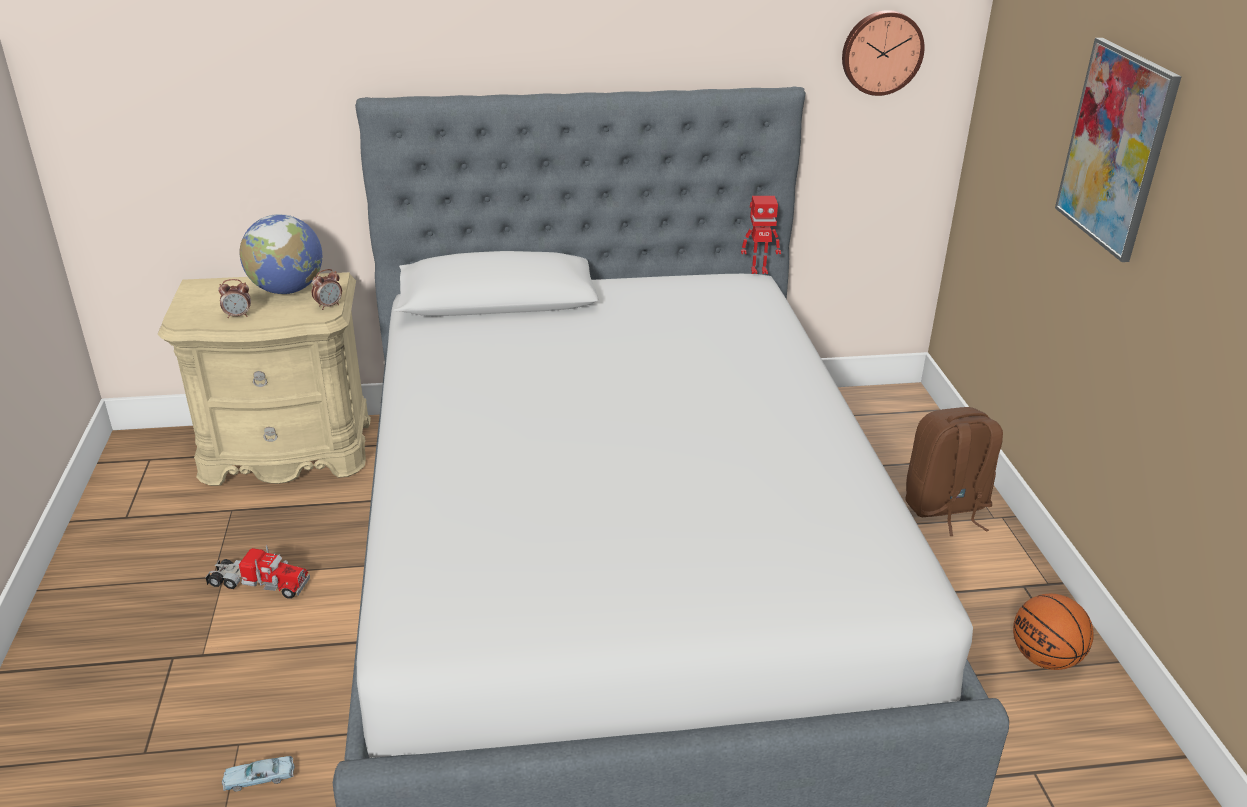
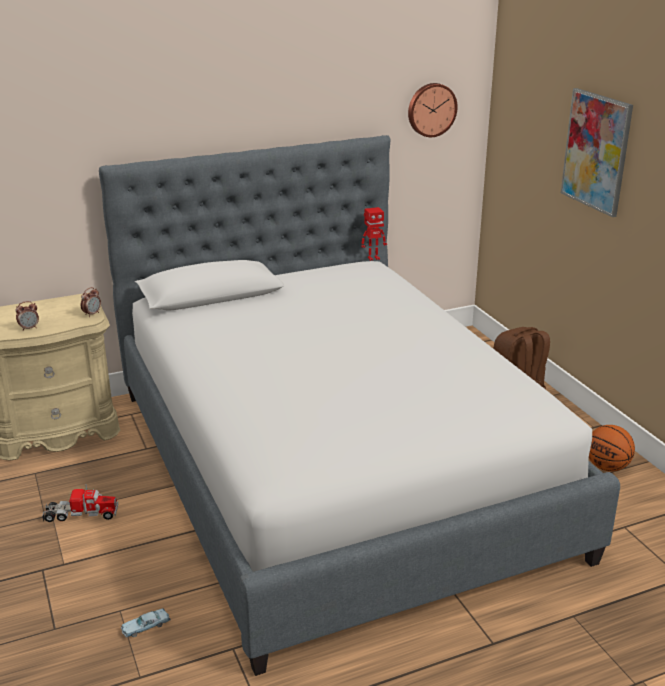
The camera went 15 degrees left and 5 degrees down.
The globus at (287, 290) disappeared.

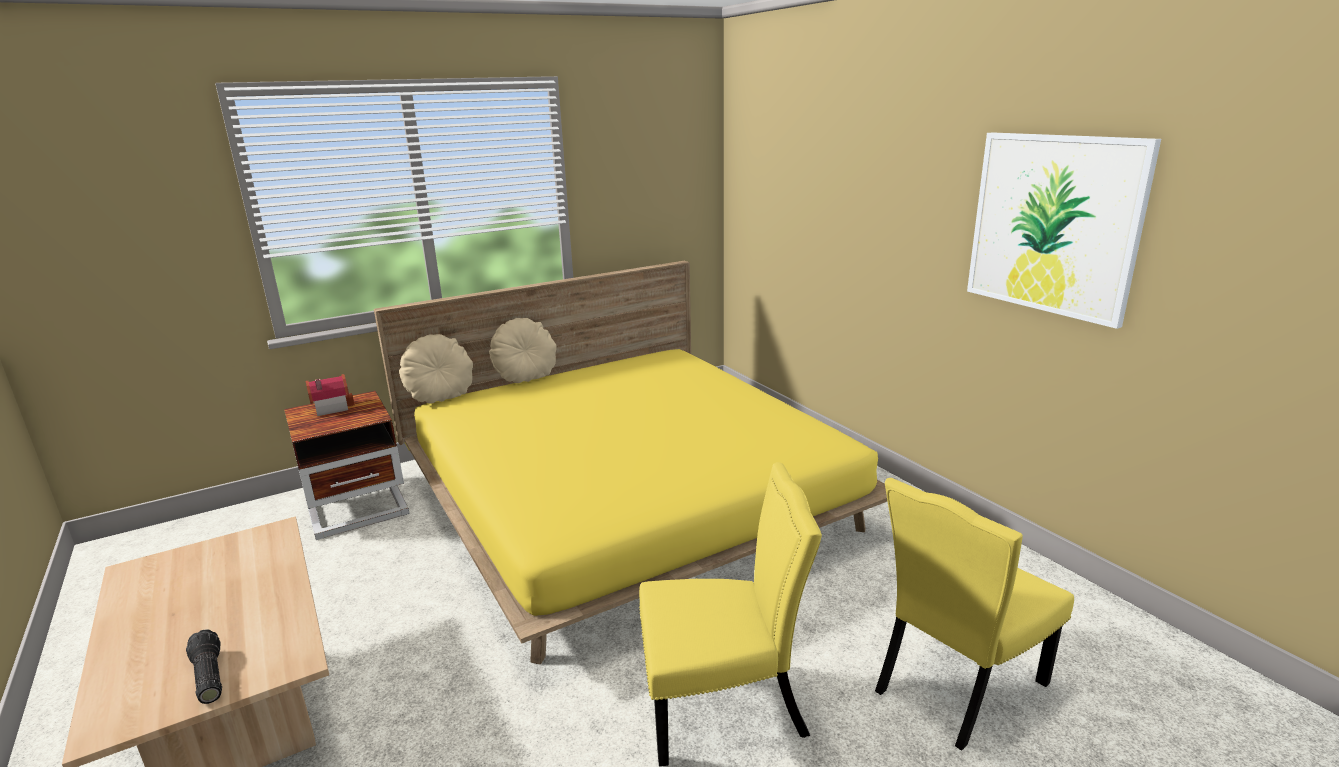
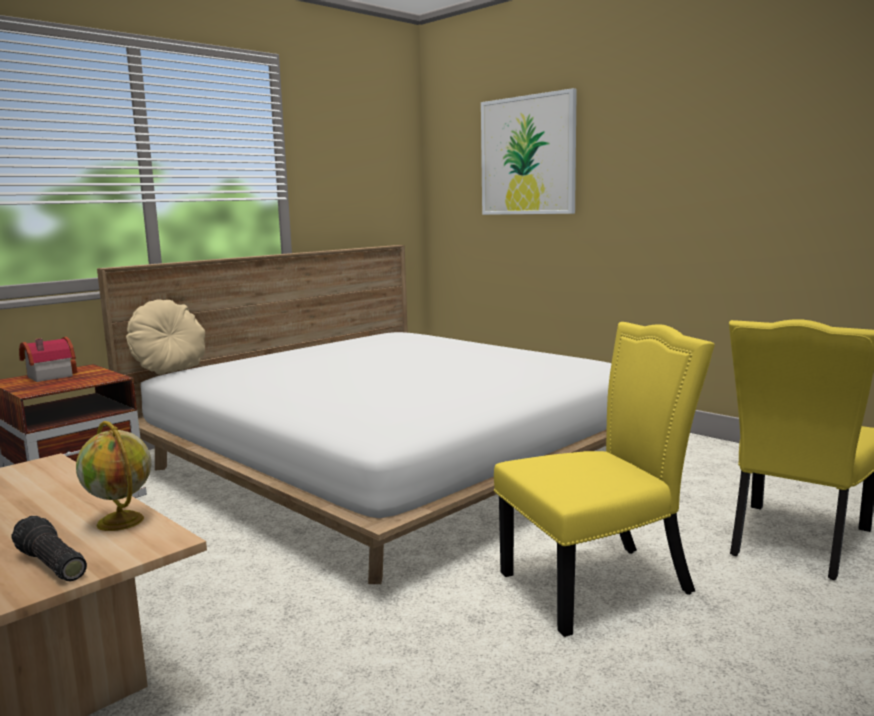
The camera went 15 degrees left and 10 degrees down.
The łóżko (żółty) at (630, 502) became the łóżko (biały) at (394, 462).
The poduszka (beżowy) at (526, 378) disappeared.
The obraz moved from (1053, 224) to (528, 156).
The globus at (121, 522) appeared.

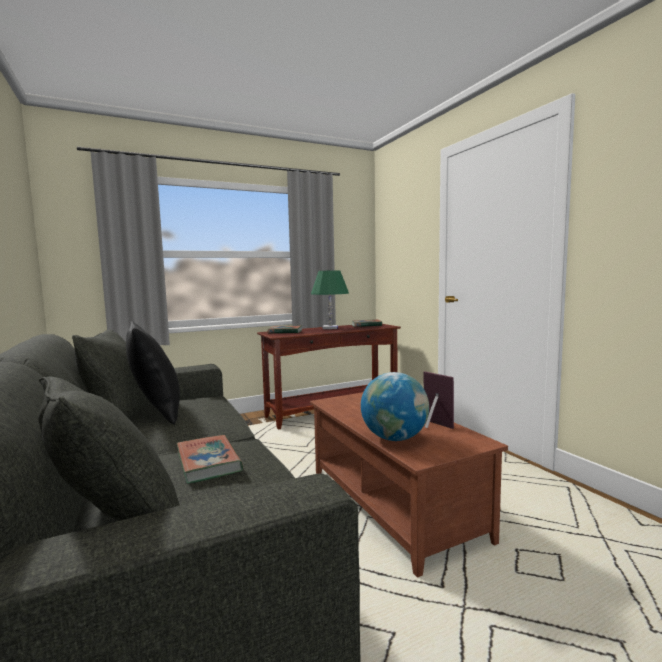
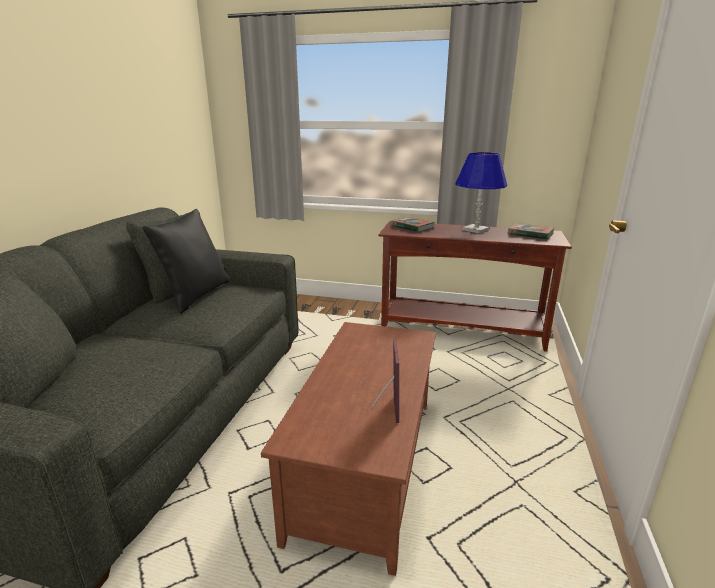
The camera went 40 degrees right and 15 degrees up.
The książka at (208, 462) disappeared.
The lampa stołowa (zielony) at (330, 328) became the lampa stołowa (niebieski) at (476, 230).
The globus at (394, 438) disappeared.

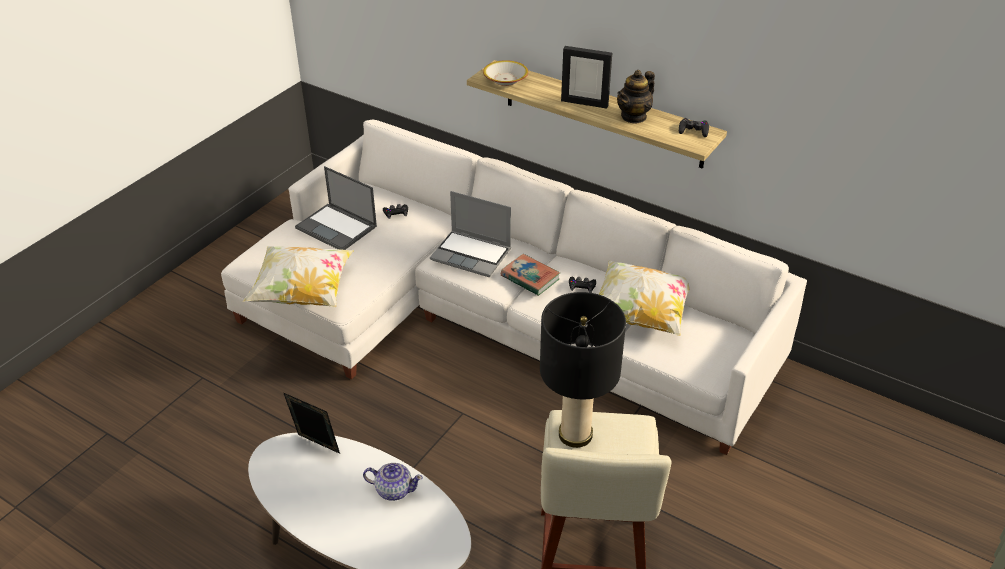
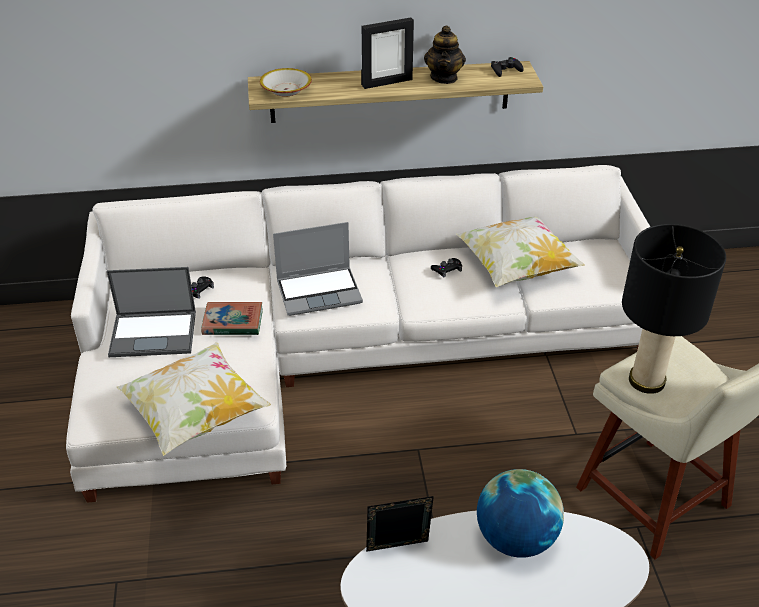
The camera went 40 degrees left and 0 degrees up.
The imbryk at (393, 490) was replaced by the globus at (515, 539).
The książka moved from (530, 278) to (233, 322).

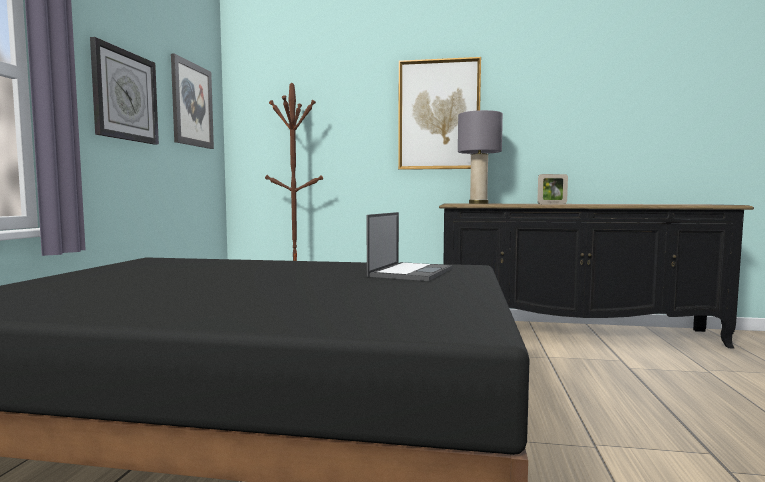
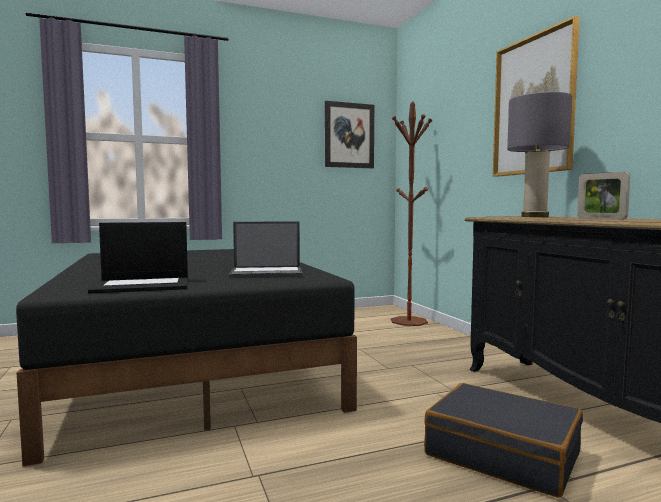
The camera went 60 degrees right and 0 degrees up.
The zegar ścienny at (125, 96) disappeared.
The laptop at (144, 285) appeared.
The walizka (czarny) at (502, 454) appeared.

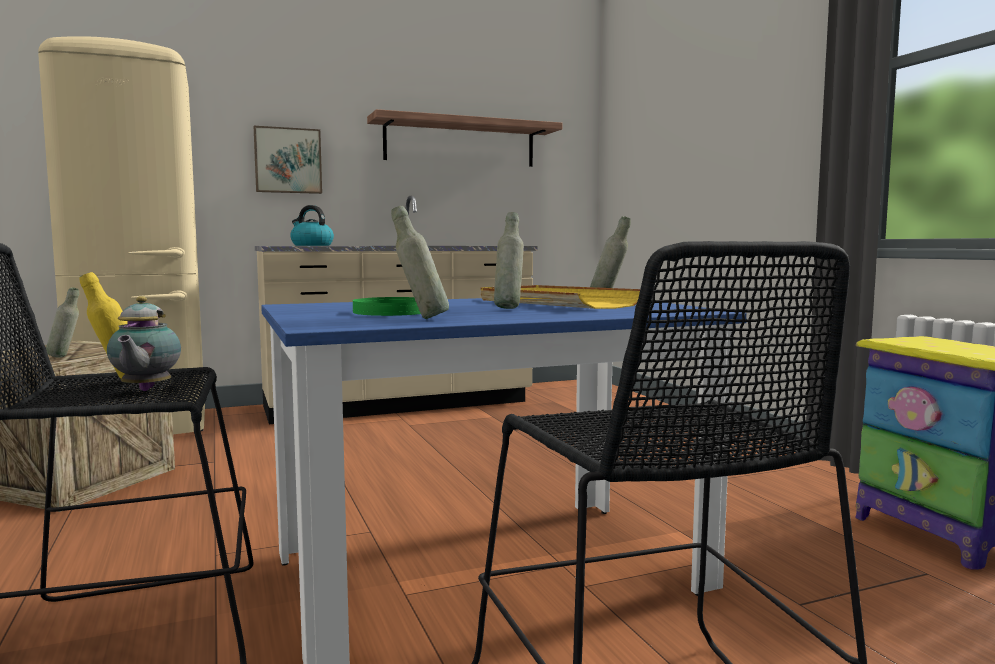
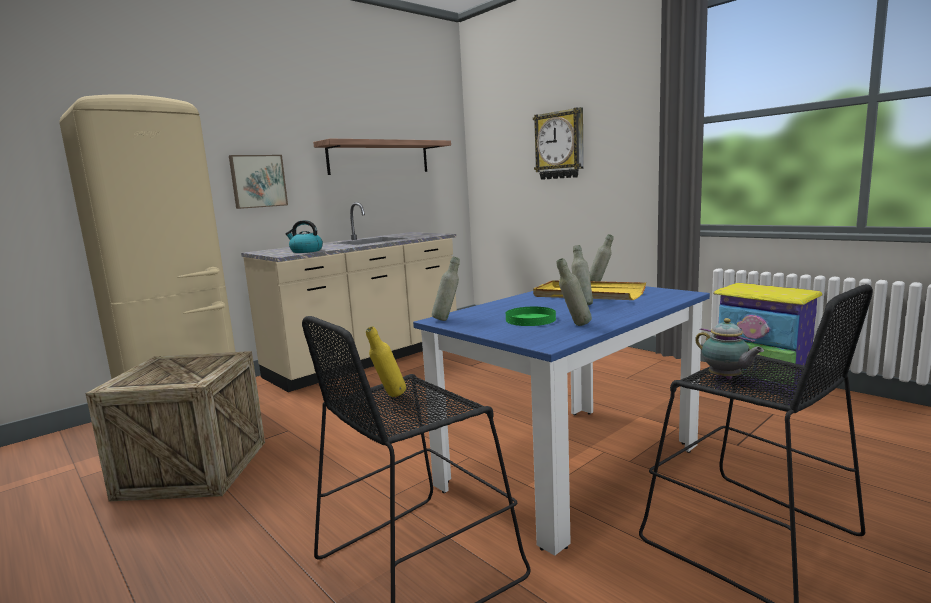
The camera went 20 degrees left and 5 degrees up.
The butelka (szary) moved from (65, 357) to (447, 319).
The imbryk moved from (145, 390) to (726, 378).
The zegar ścienny at (560, 145) appeared.

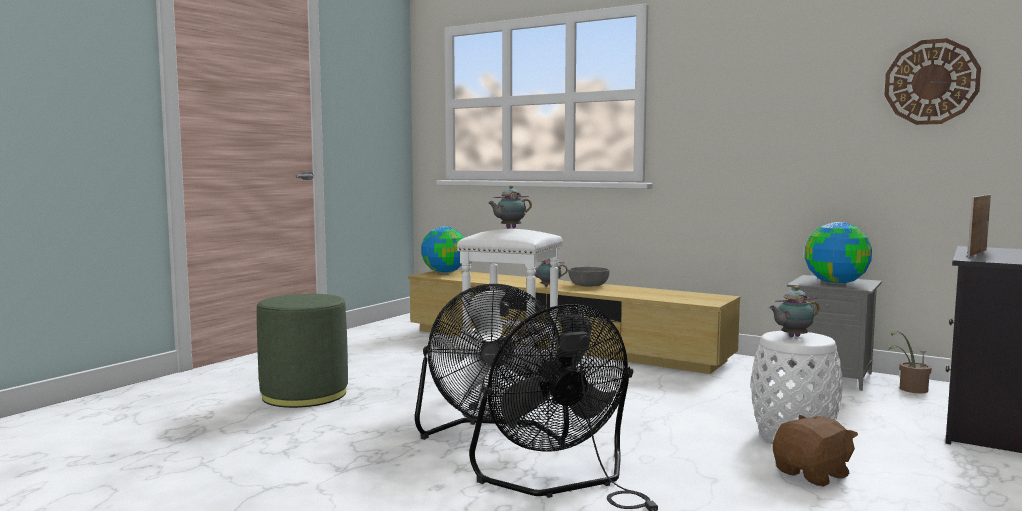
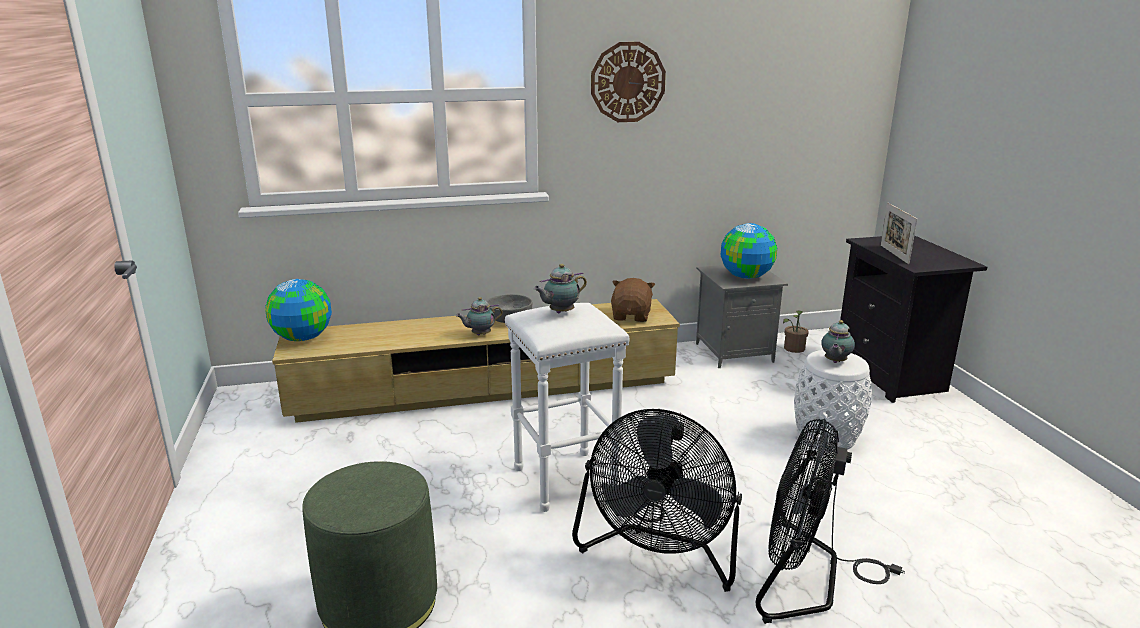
The camera went 45 degrees left and 15 degrees up.
The wentylator (czarny) at (491, 431) turned 60 degrees clockwise.
The imbryk at (509, 228) turned 45 degrees clockwise.
The pluszak (brązowy) moved from (813, 474) to (631, 316).
The zegar ścienny moved from (931, 82) to (627, 82).

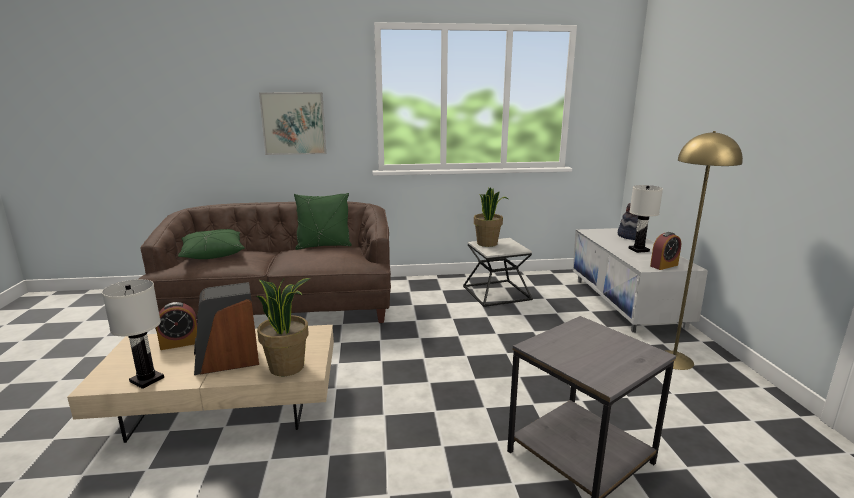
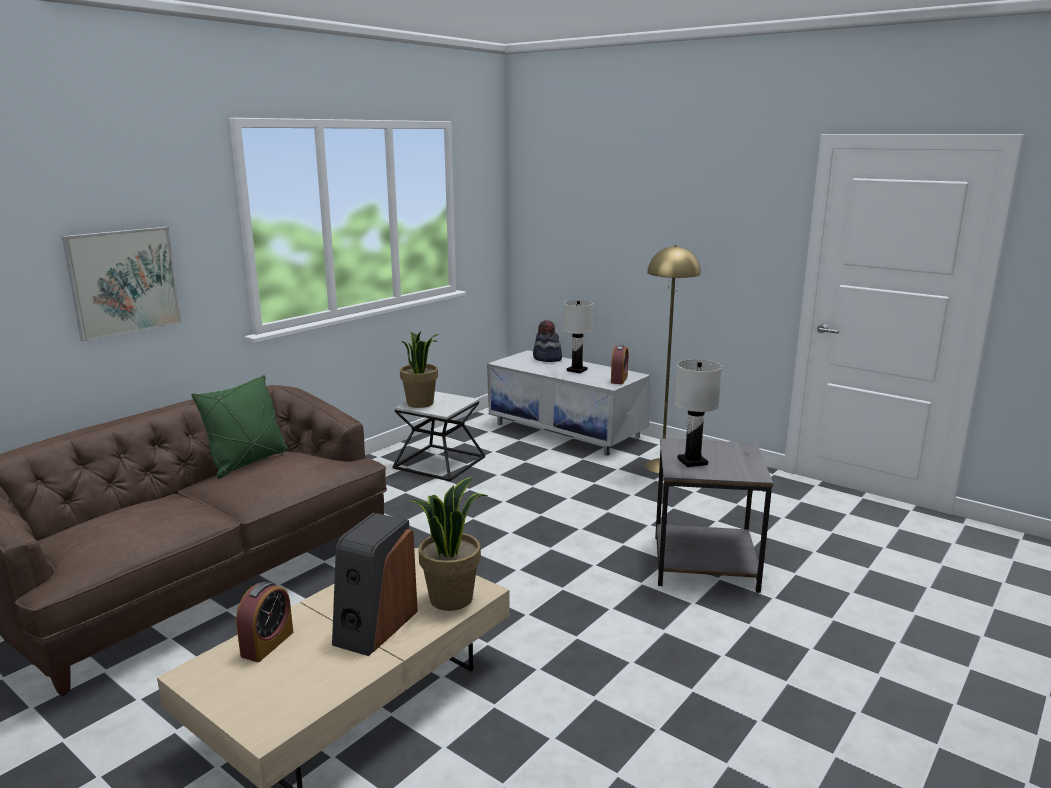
The camera went 45 degrees left and 0 degrees up.
The lampa stołowa (biały) moved from (147, 380) to (693, 462).
The poduszka (zielony) at (213, 254) disappeared.

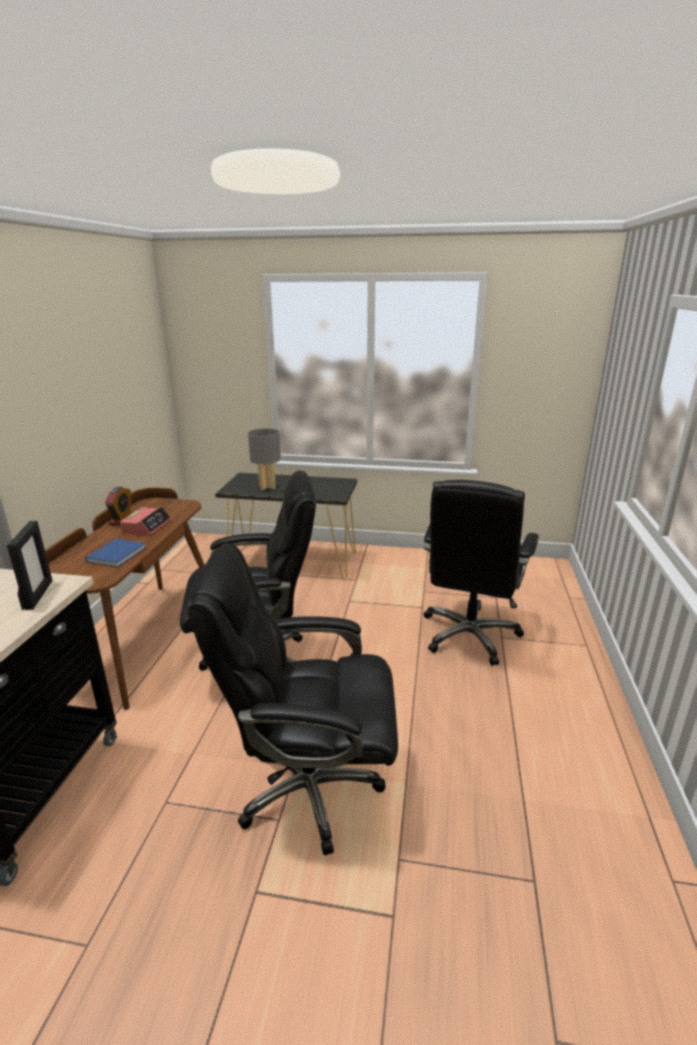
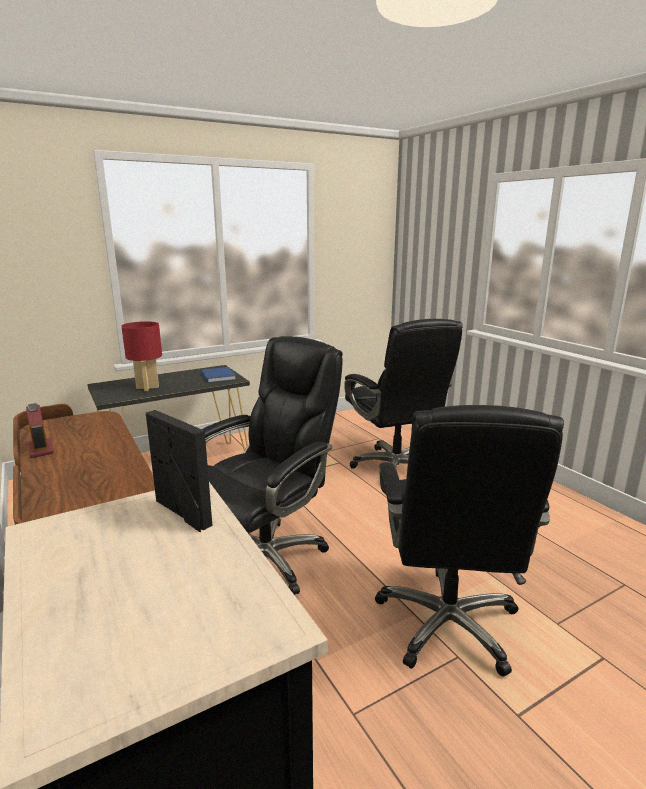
The camera went 40 degrees left and 5 degrees down.
The książka (niebieski) moved from (118, 554) to (218, 376).
The budzik at (147, 527) disappeared.
The krzesło biurowe (czarny) at (313, 788) turned 45 degrees counterclockwise.
The lampa stołowa (szary) at (267, 486) became the lampa stołowa (czerwony) at (147, 387).

